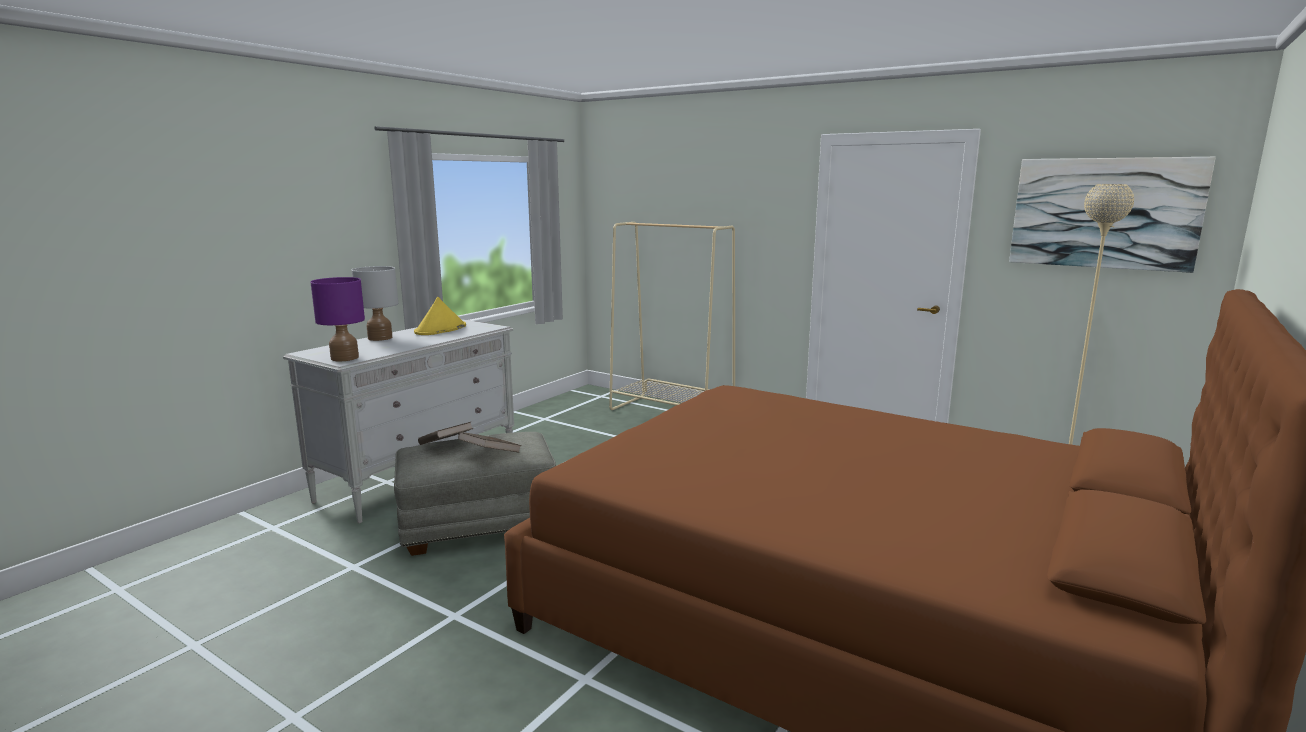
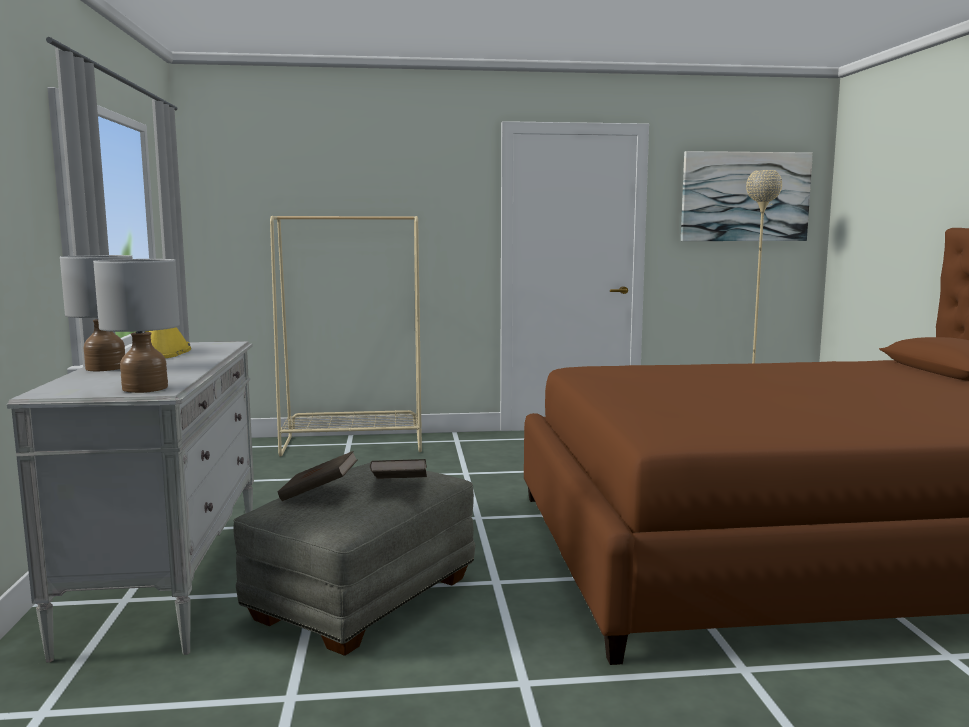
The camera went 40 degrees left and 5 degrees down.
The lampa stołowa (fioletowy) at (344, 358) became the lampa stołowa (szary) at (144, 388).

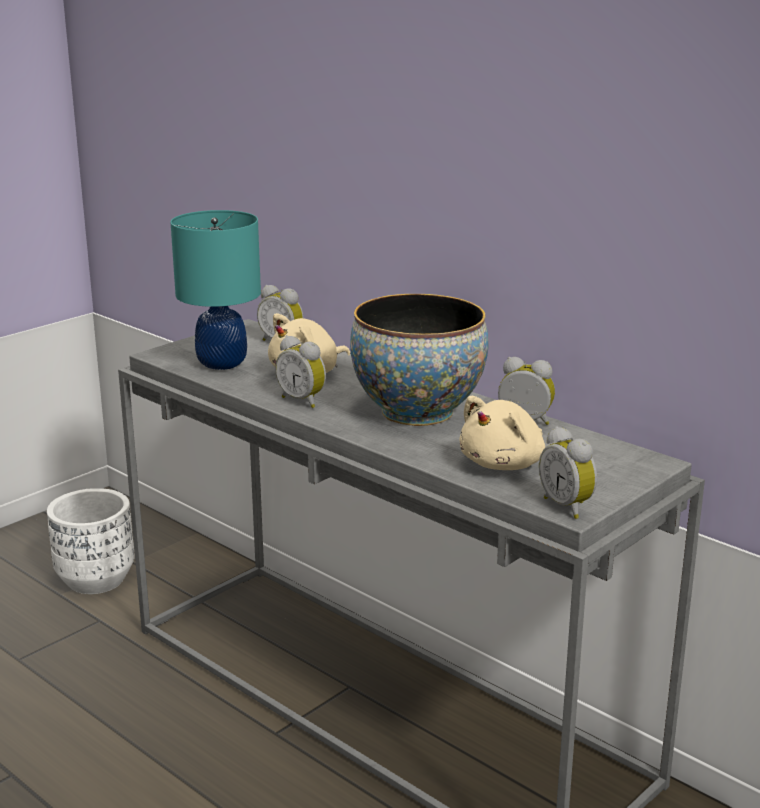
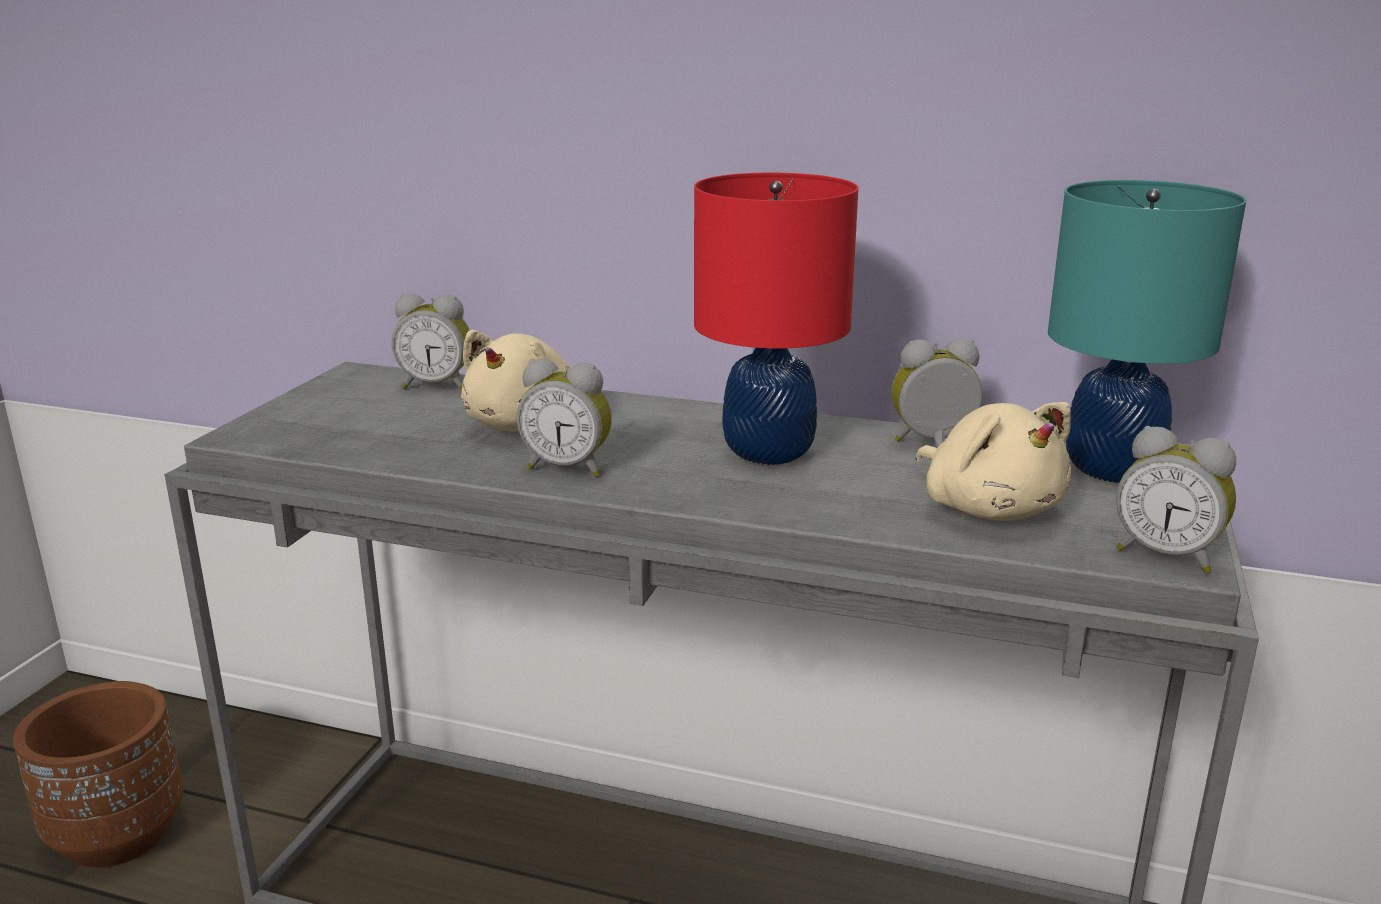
The camera went 25 degrees left and 0 degrees up.
The donica (biały) at (96, 580) became the donica (brązowy) at (119, 836).
The lampa stołowa (turkusowy) moved from (221, 365) to (1114, 473).
The miska at (417, 412) was replaced by the lampa stołowa (czerwony) at (764, 453).
The pluszak (beżowy) at (504, 464) turned 45 degrees counterclockwise.

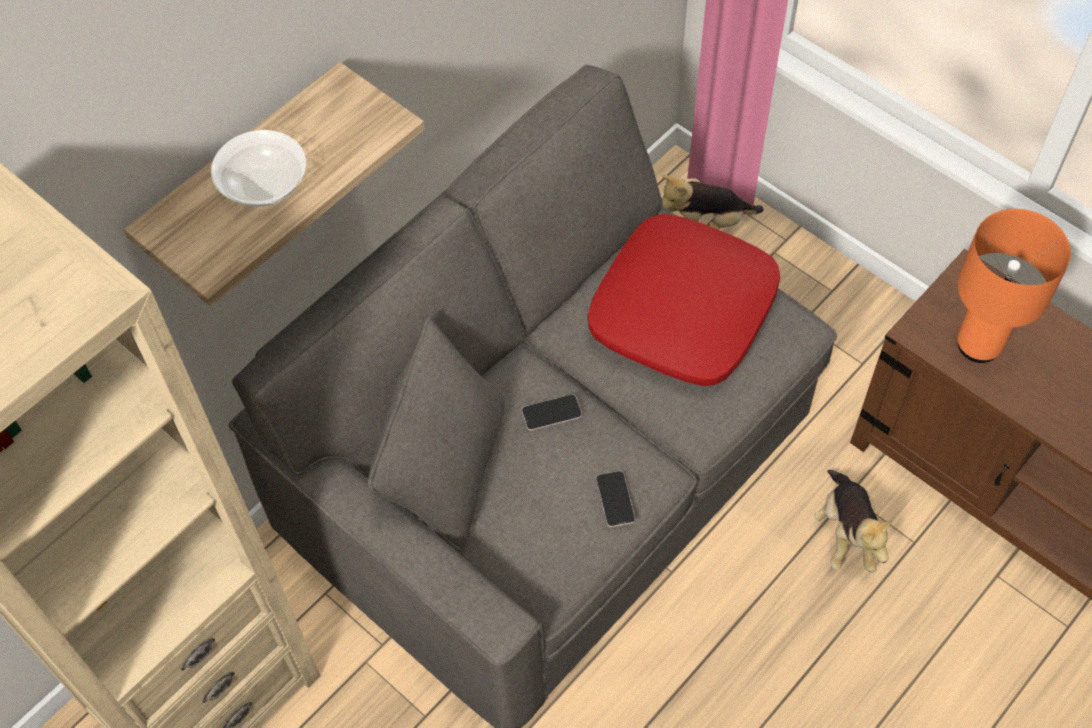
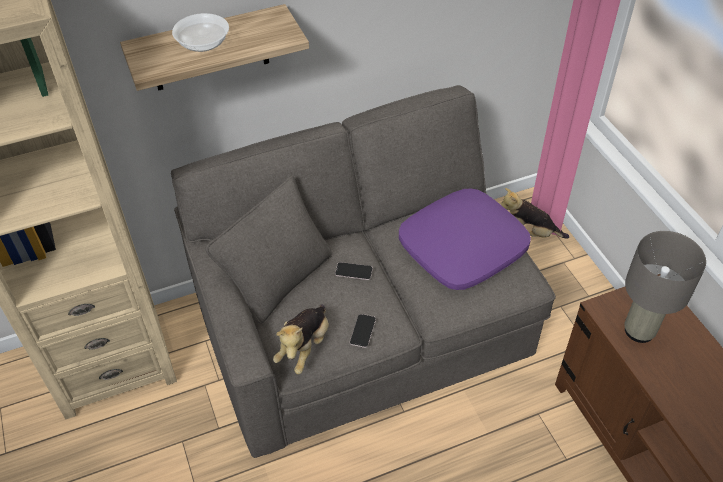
The camera went 25 degrees right and 10 degrees down.
The poduszka (czerwony) at (681, 311) became the poduszka (fioletowy) at (462, 247).
The pluszak moved from (846, 533) to (304, 347).
The lampa stołowa (pomarańczowy) at (979, 346) became the lampa stołowa (szary) at (639, 331).

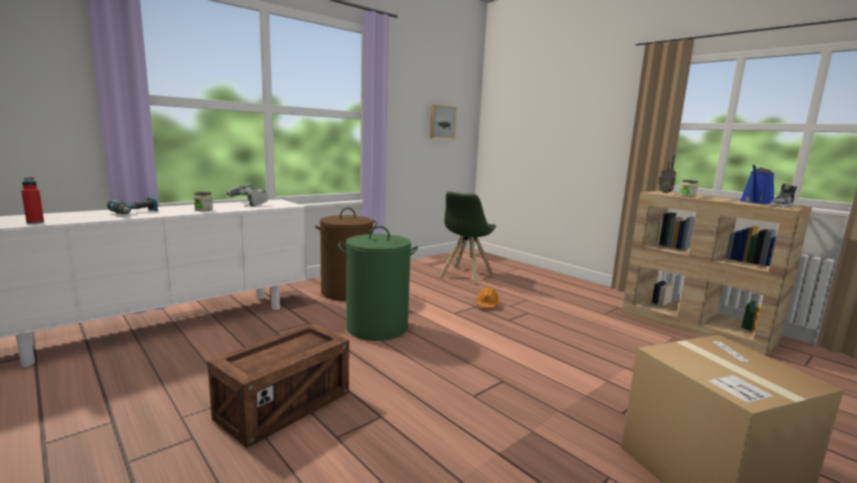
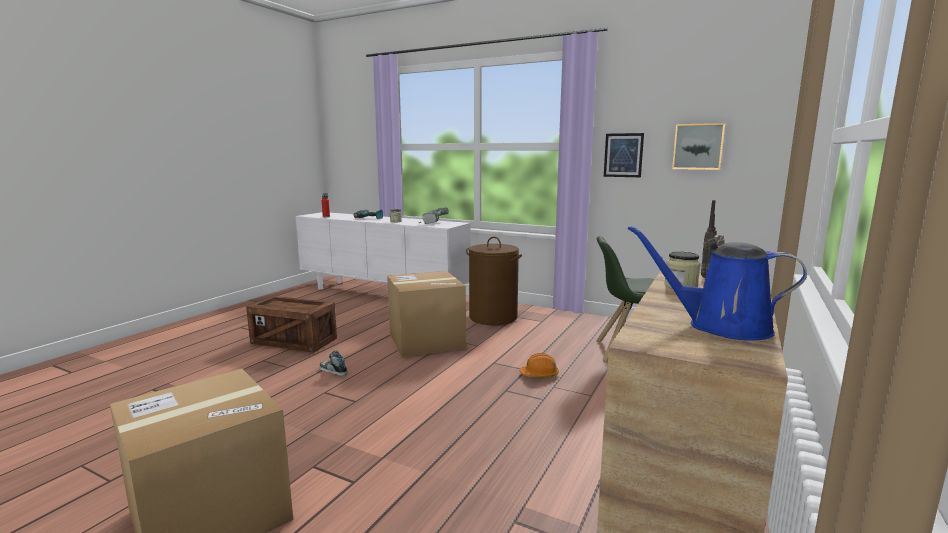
The camera went 70 degrees right and 0 degrees up.
The kosz na pranie (zielony) at (377, 328) was replaced by the karton at (426, 341).
The but moved from (781, 206) to (333, 371).
The obraz at (623, 155) appeared.

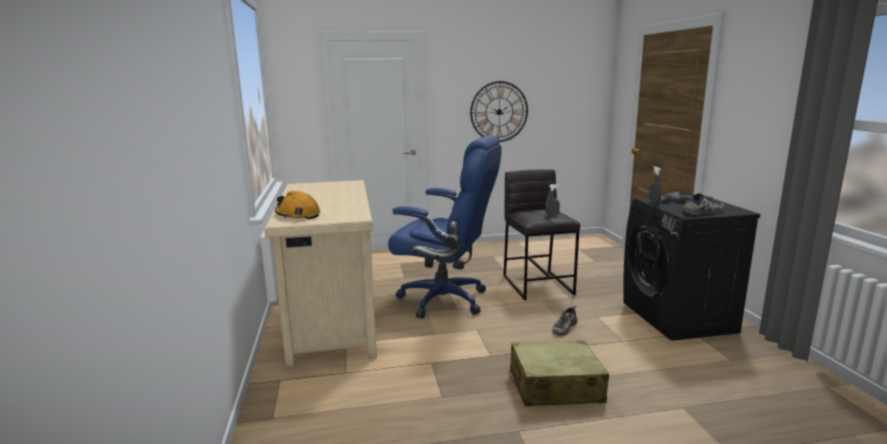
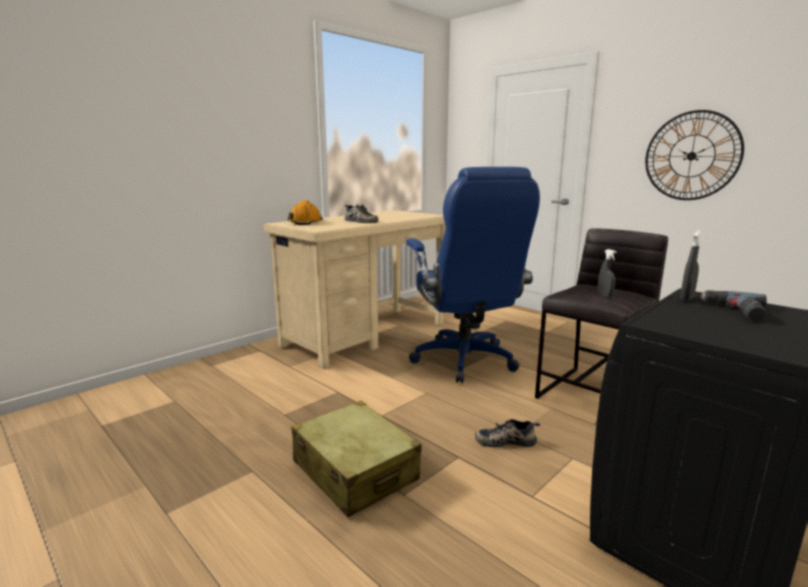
The camera went 55 degrees right and 0 degrees up.
The but moved from (703, 212) to (360, 221).

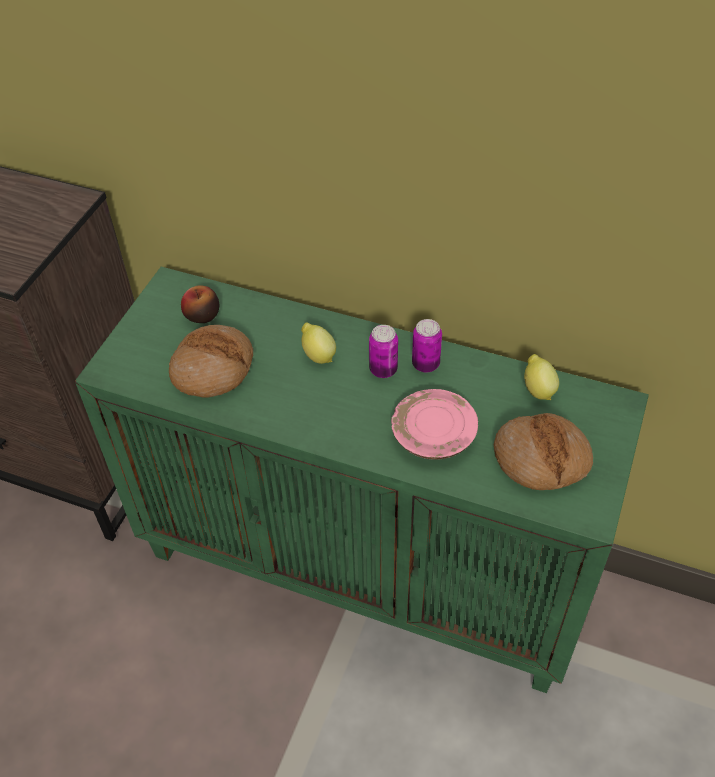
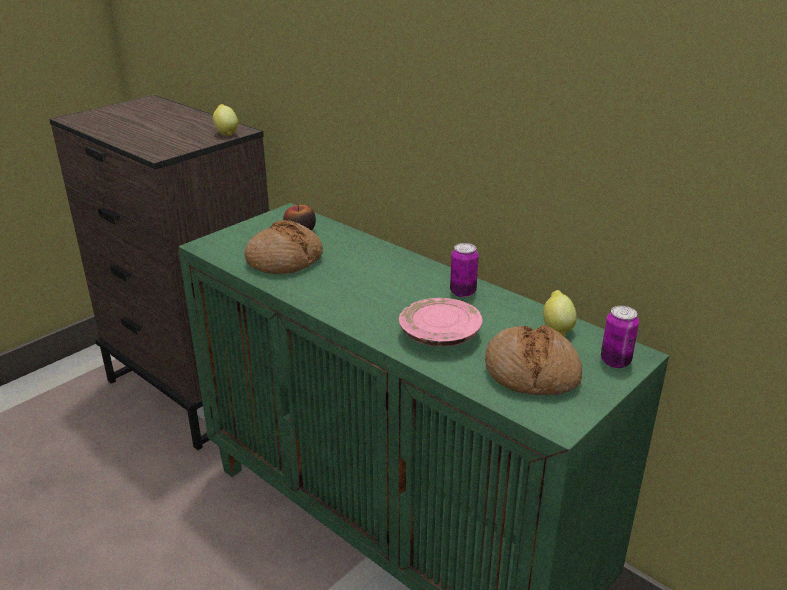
The camera went 20 degrees right and 20 degrees down.
The cytryna moved from (318, 355) to (226, 133).
The puszka moved from (383, 370) to (615, 361).

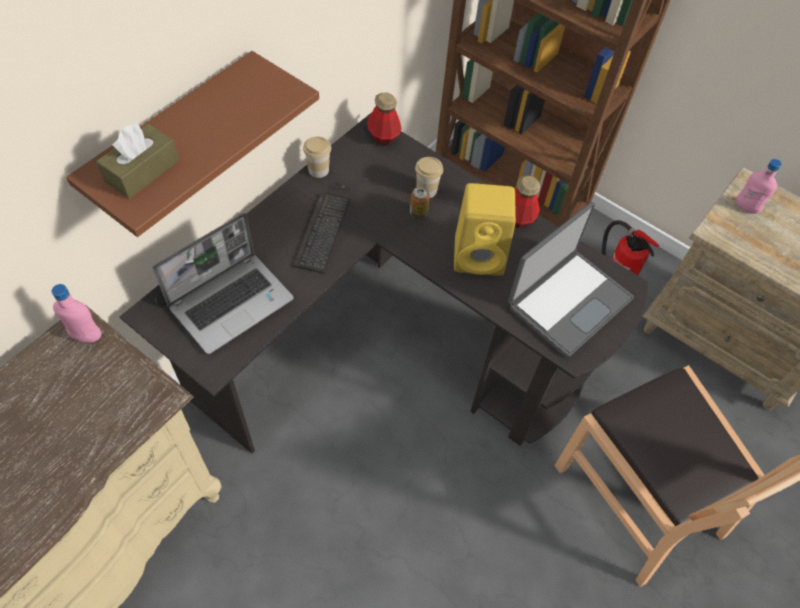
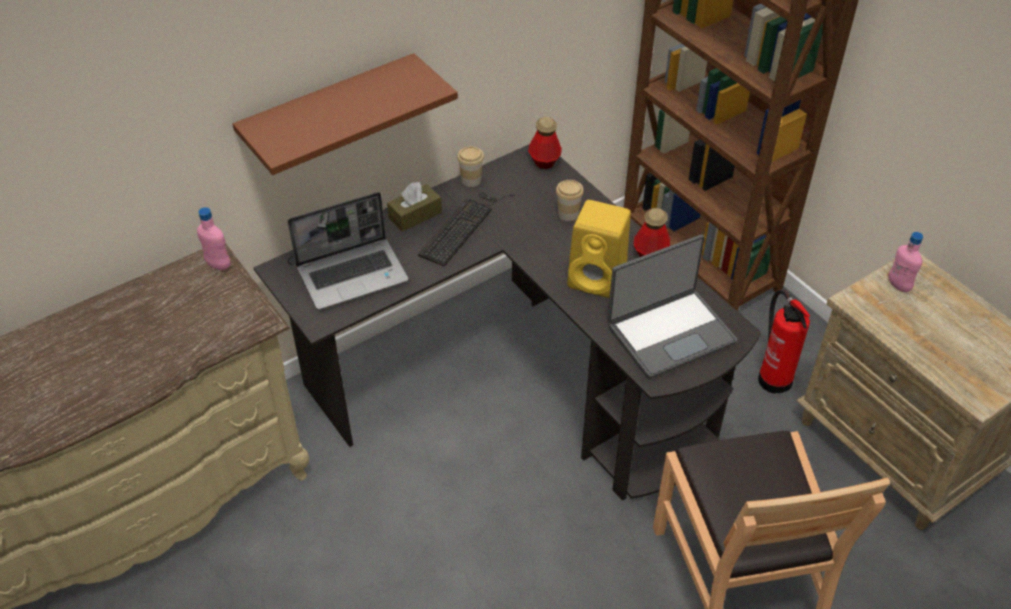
The camera went 20 degrees right and 10 degrees down.
The pudełko chusteczek (brązowy) moved from (142, 171) to (415, 215).
The puszka at (418, 213) disappeared.

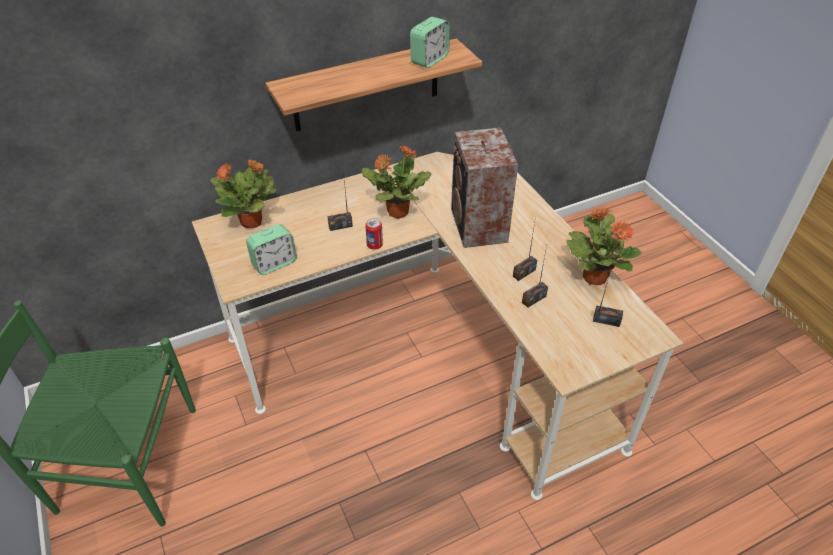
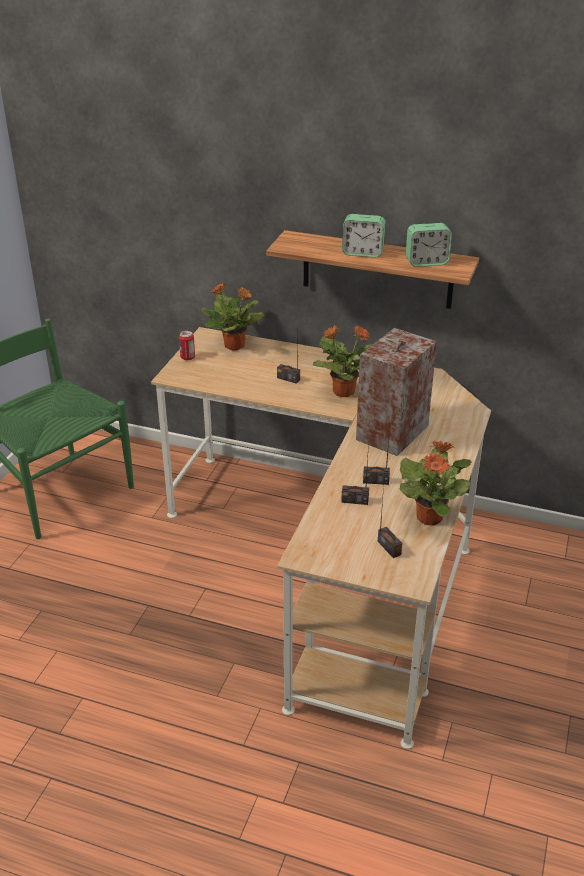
The camera went 45 degrees right and 10 degrees down.
The budzik moved from (274, 263) to (362, 253).
The puszka moved from (374, 245) to (187, 357).

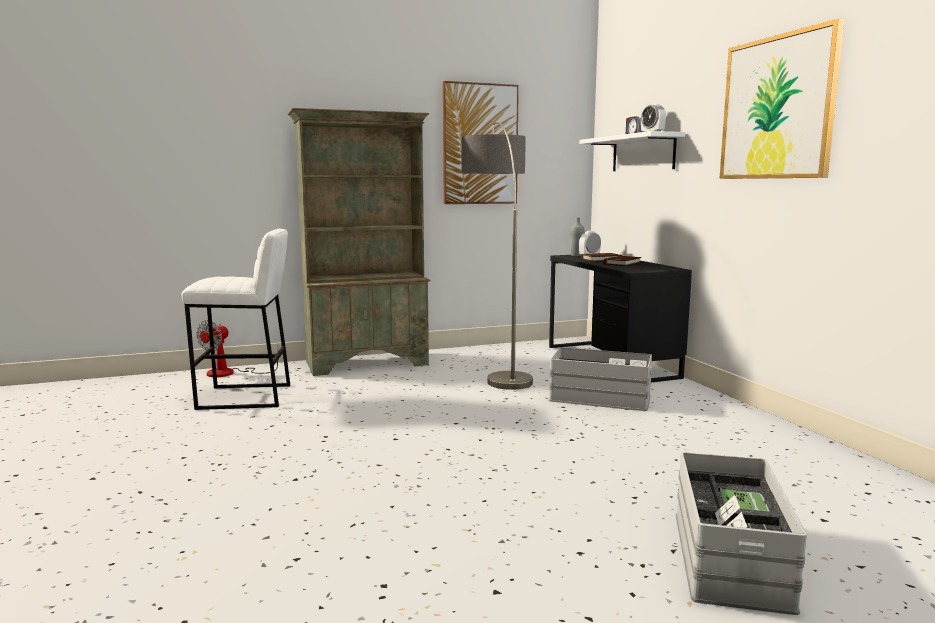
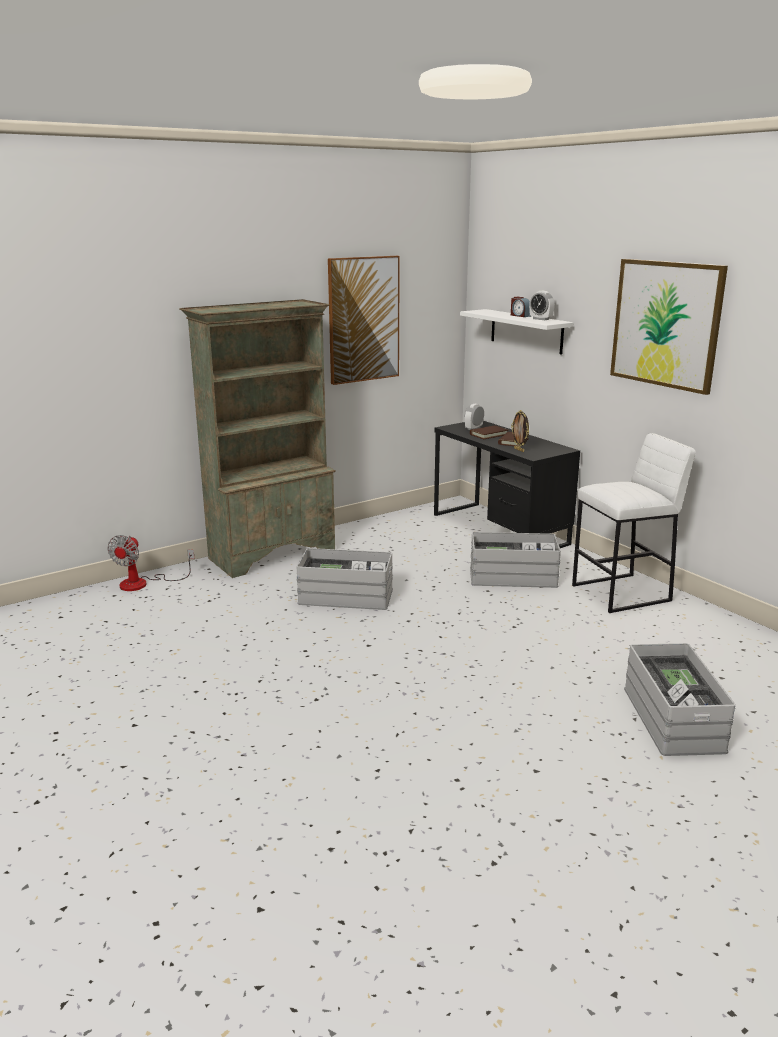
The camera went 15 degrees left and 10 degrees up.
The stołek (biały) moved from (246, 397) to (622, 593).
The lampa stojąca at (497, 367) disappeared.
The butelka (szary) at (576, 255) disappeared.
The pojemnik do przechowywania (szary) at (346, 595) appeared.
The ramka na zdjęcie at (519, 450) appeared.

